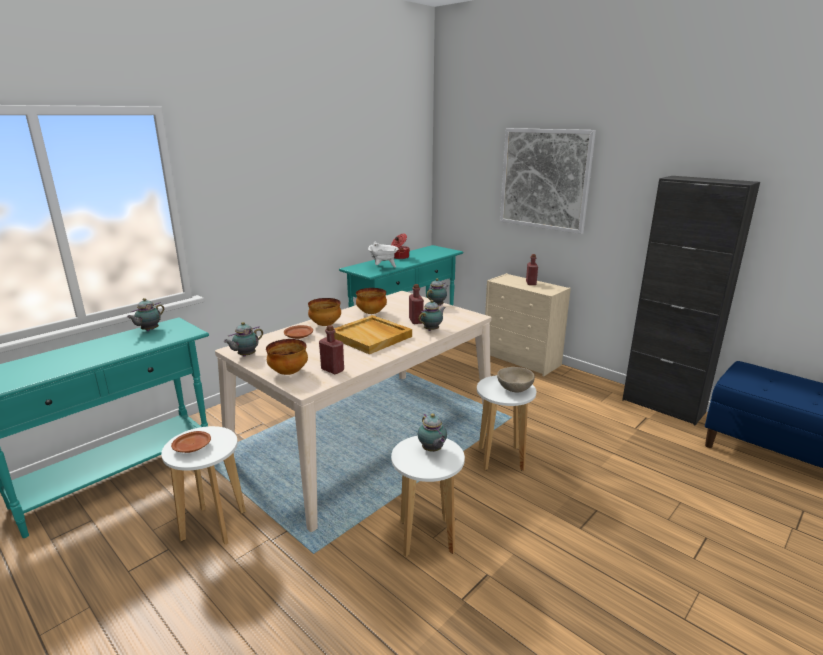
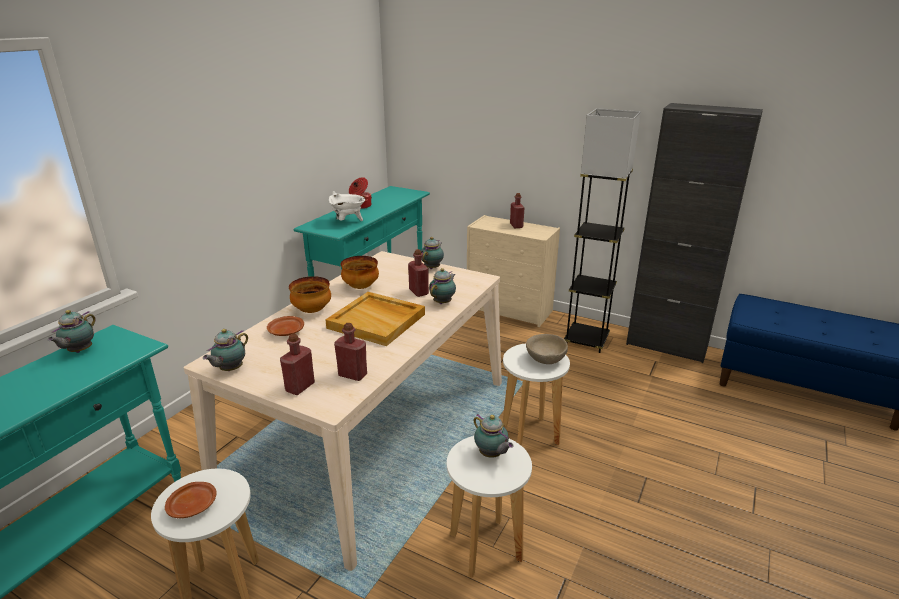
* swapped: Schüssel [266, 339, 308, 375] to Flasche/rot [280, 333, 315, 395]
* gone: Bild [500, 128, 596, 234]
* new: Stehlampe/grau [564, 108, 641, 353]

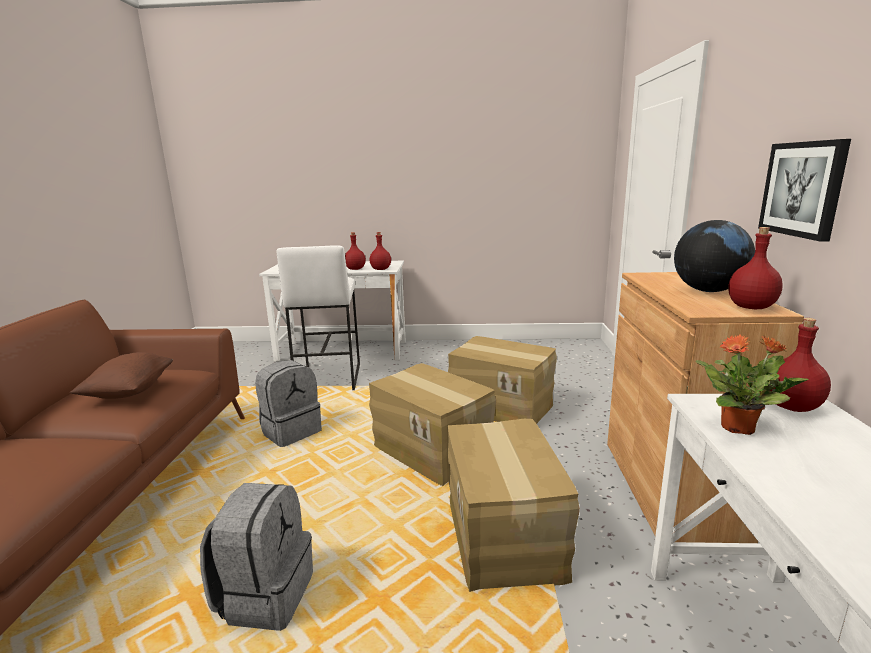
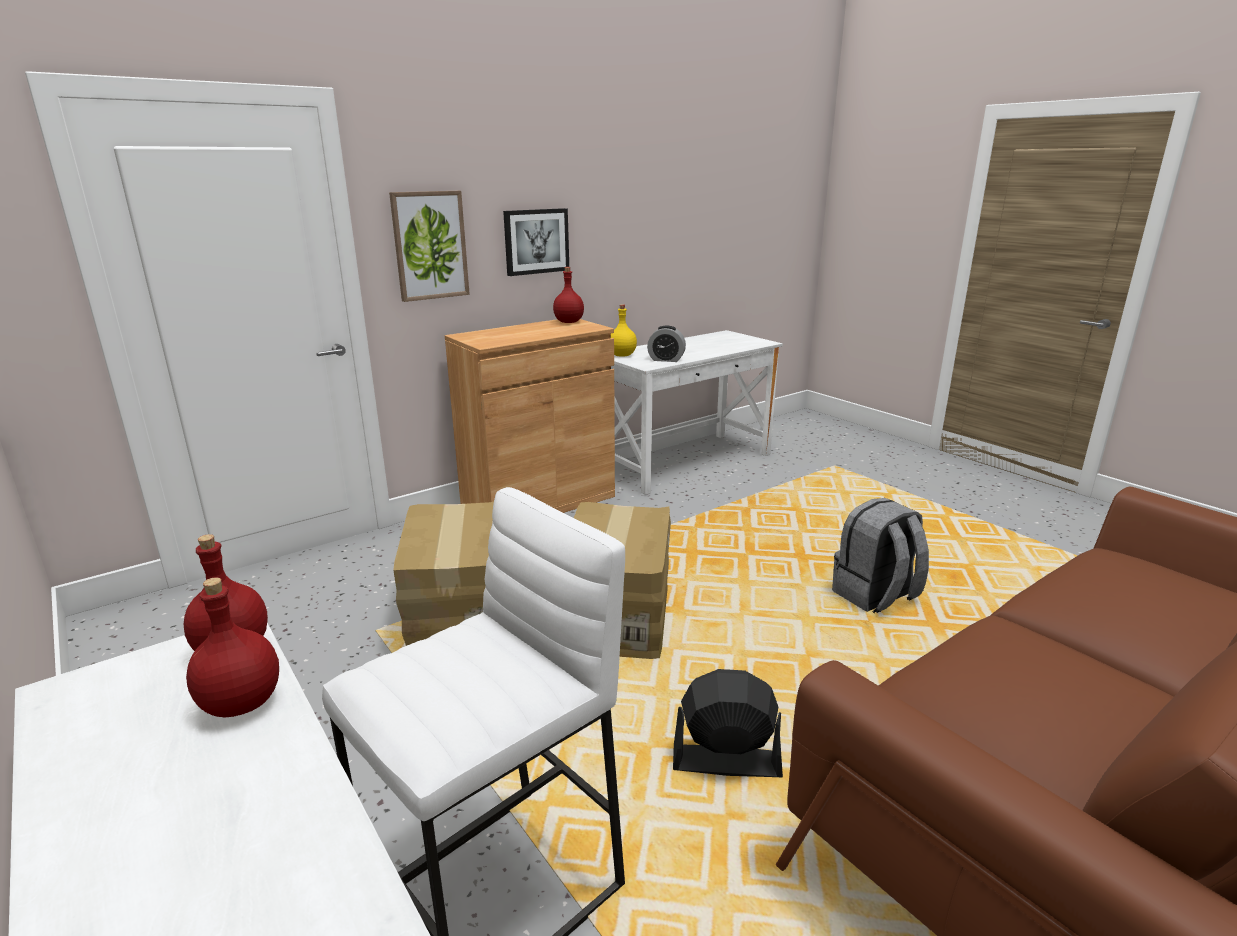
* gone: Kissen/braun [70, 352, 173, 399]
* swapped: Rucksack/grau [255, 360, 322, 447] to Ventilator/schwarz [673, 669, 783, 778]
* gone: Karton [447, 419, 580, 592]
* gone: Globus [674, 220, 755, 292]
* swapped: Topfpflanze [695, 334, 809, 435] to Wecker [647, 325, 686, 362]
* repainted: Flasche/rot [770, 318, 831, 412] to Flasche/gelb [611, 304, 637, 357]
* new: Bild [389, 191, 470, 302]

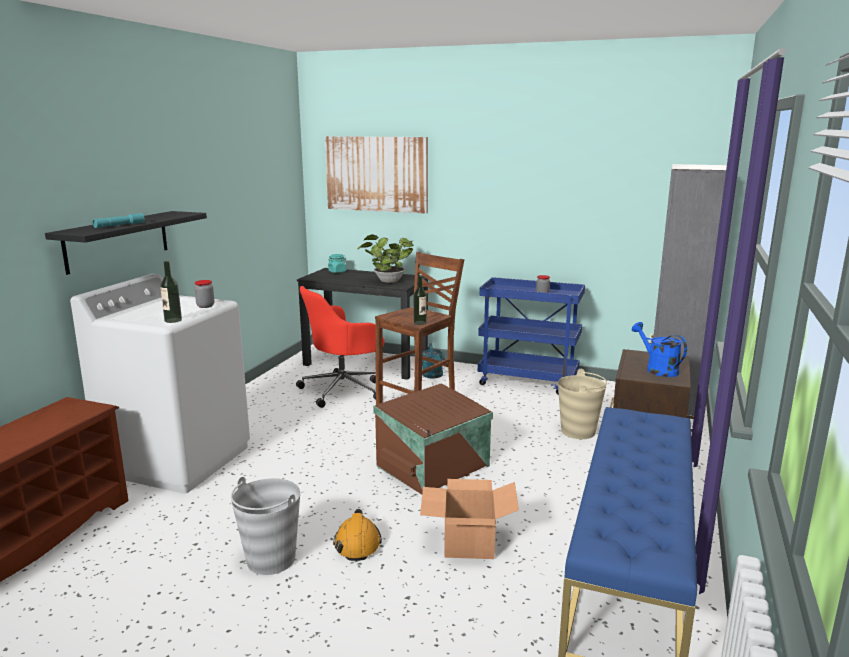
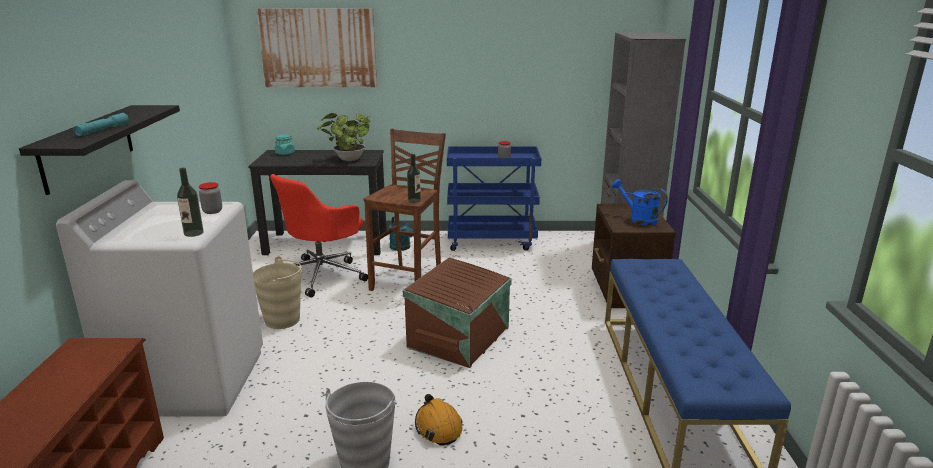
* gone: Karton [420, 479, 519, 559]
* shifted: Eimer/beige [558, 369, 607, 439] to [253, 256, 302, 329]

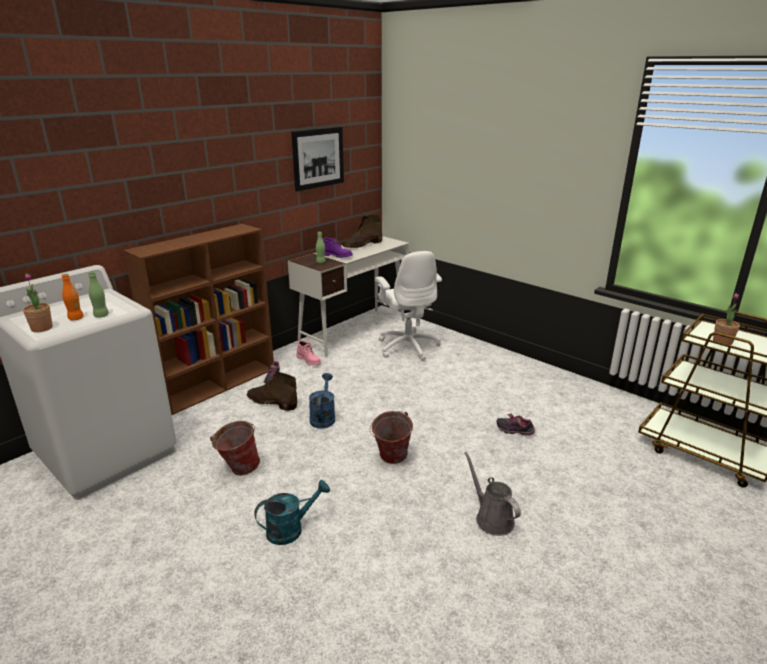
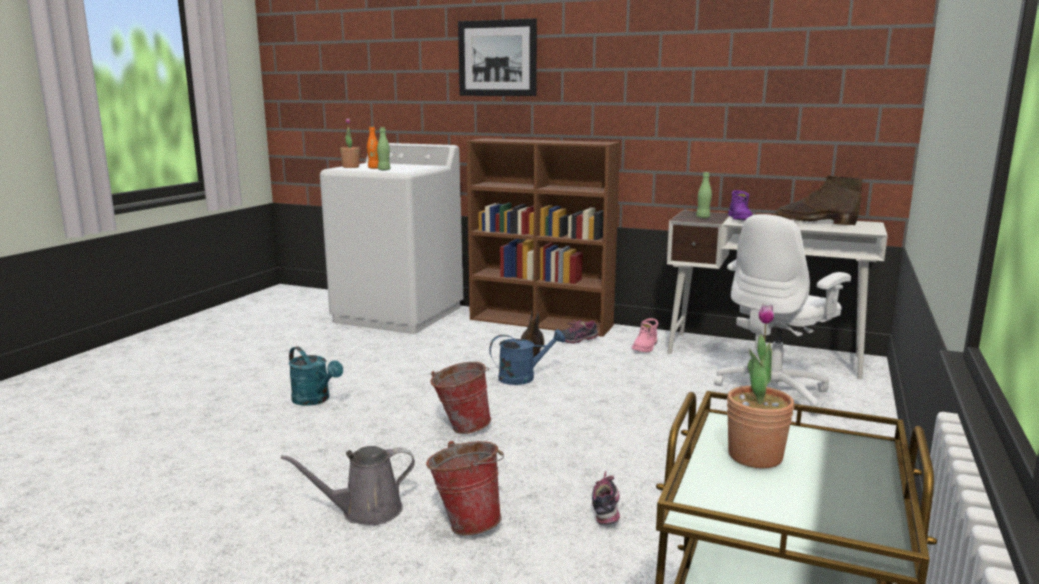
* shifted: Eimer [210, 421, 260, 476] to [426, 441, 504, 535]
* shifted: Bild [291, 127, 344, 191] to [458, 18, 537, 96]
* rotated: Gießkanne/grau [465, 452, 521, 536] = [281, 446, 415, 525] 150 degrees counterclockwise

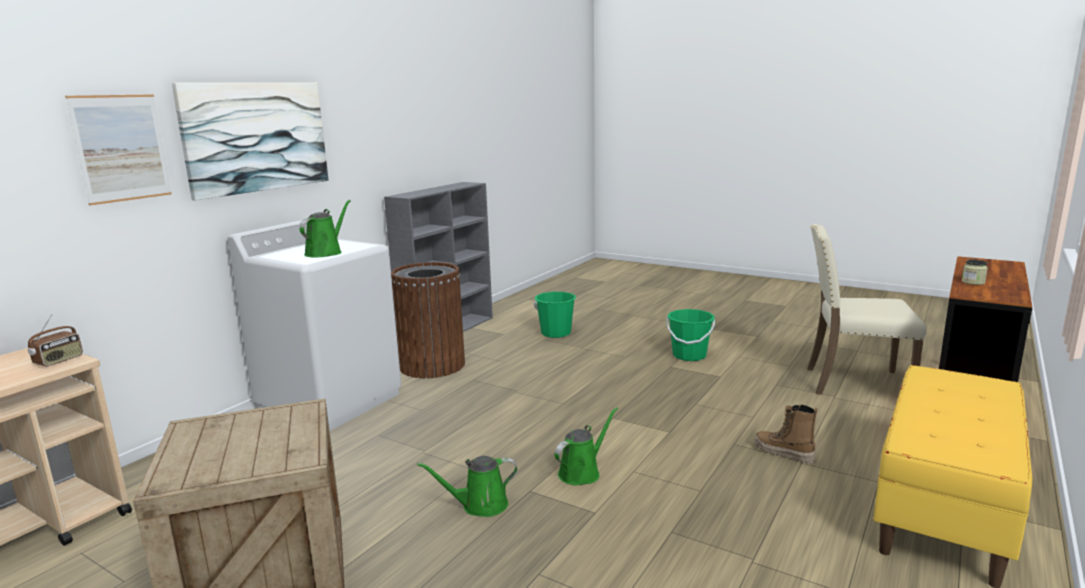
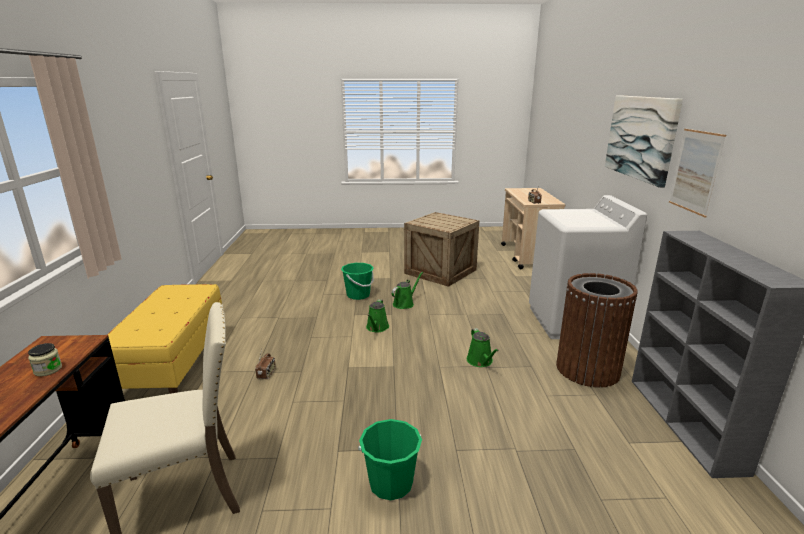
* shifted: Bild [65, 94, 172, 206] to [669, 129, 726, 218]
* shifted: Gießkanne/grün [299, 200, 351, 257] to [467, 328, 499, 367]
* shifted: Eimer/grün [534, 292, 576, 338] to [341, 263, 374, 300]
* swapped: Stiefel [754, 404, 818, 464] to Radio [255, 349, 276, 379]

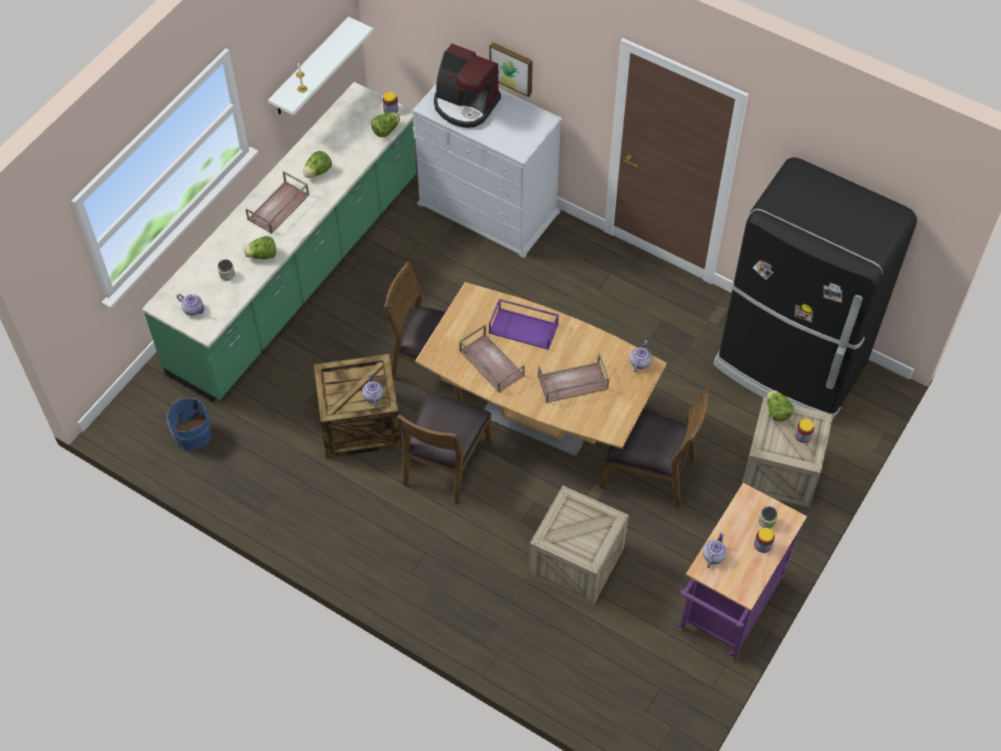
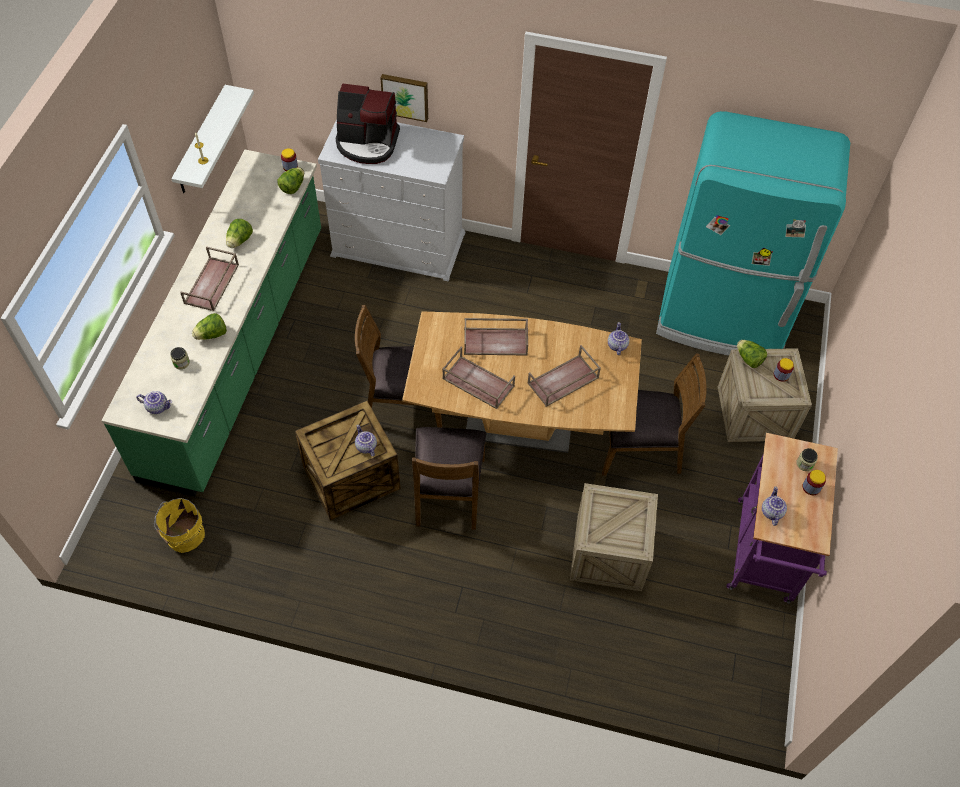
* repainted: Eimer/blau [167, 398, 212, 450] to Eimer/gelb [154, 498, 205, 553]
* repainted: Tablett/lila [489, 299, 559, 350] to Tablett/braun [464, 318, 528, 356]
* repainted: Kühlschrank/schwarz [713, 158, 917, 420] to Kühlschrank/türkis [656, 111, 850, 356]

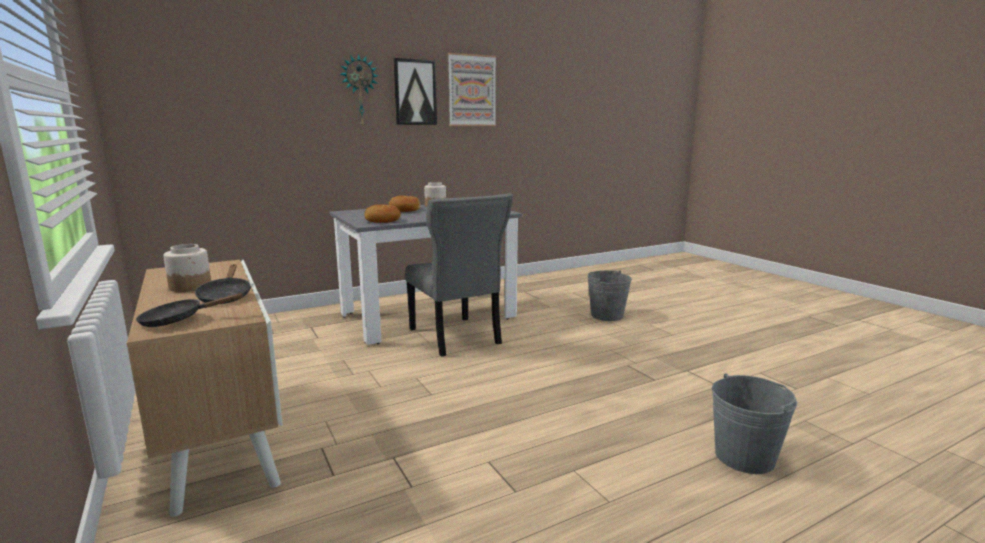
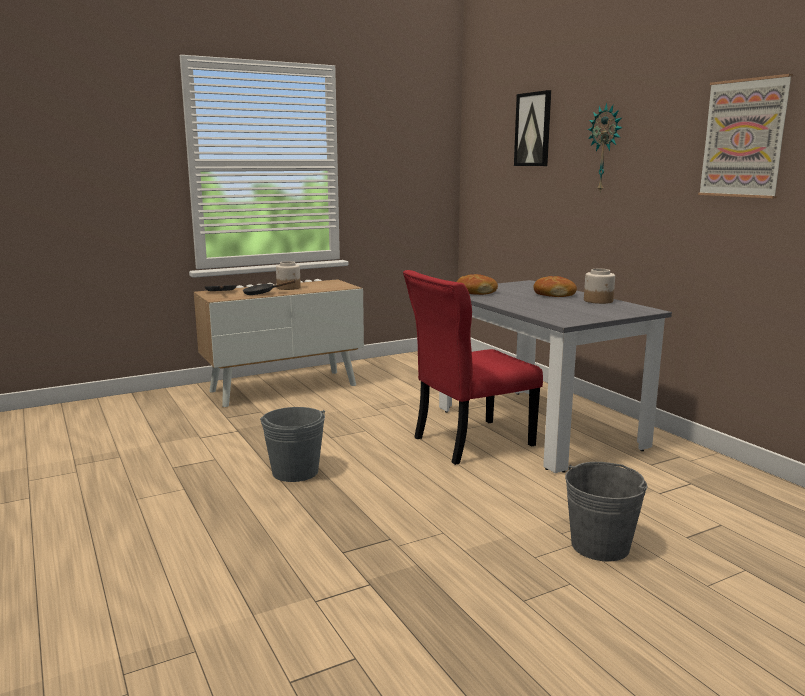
* shifted: Bild [393, 58, 437, 125] to [514, 90, 551, 166]
* repainted: Stuhl/grau [405, 193, 513, 357] to Stuhl/rot [403, 270, 543, 465]
* shifted: Eimer/grau [712, 374, 797, 474] to [260, 407, 325, 482]

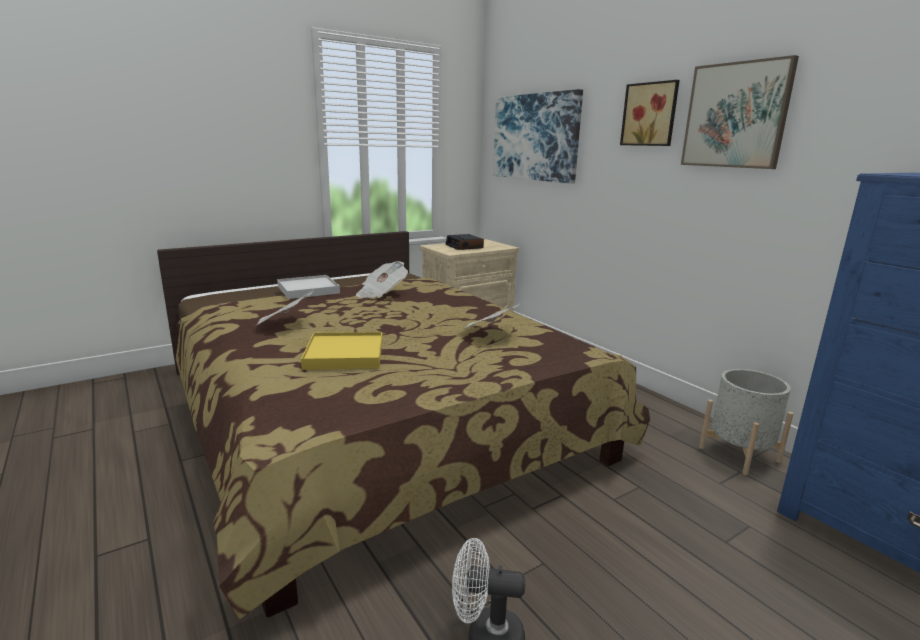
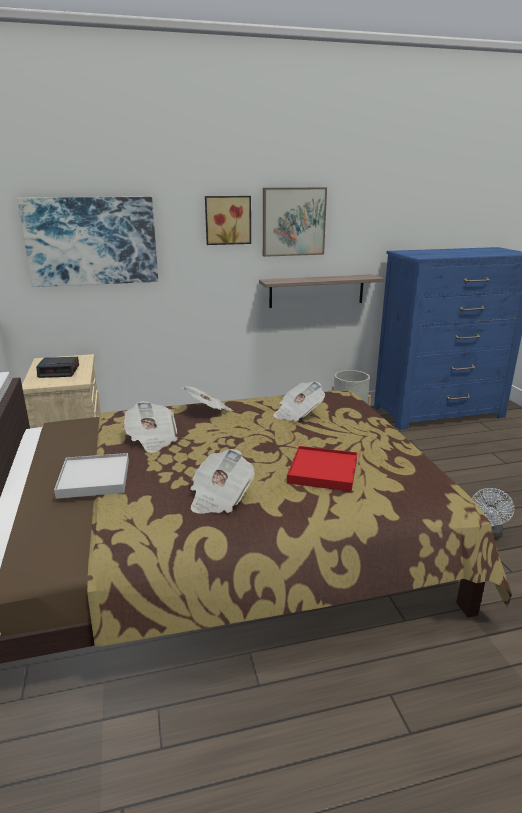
* repainted: Tablett/gelb [301, 332, 382, 370] to Tablett/rot [287, 446, 357, 492]
* new: Zeitung [181, 386, 233, 411]
* new: Wandregal [259, 274, 384, 308]

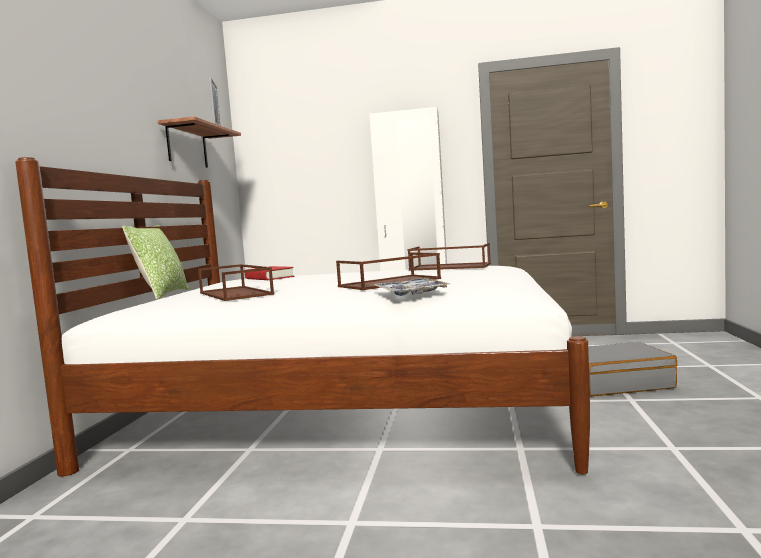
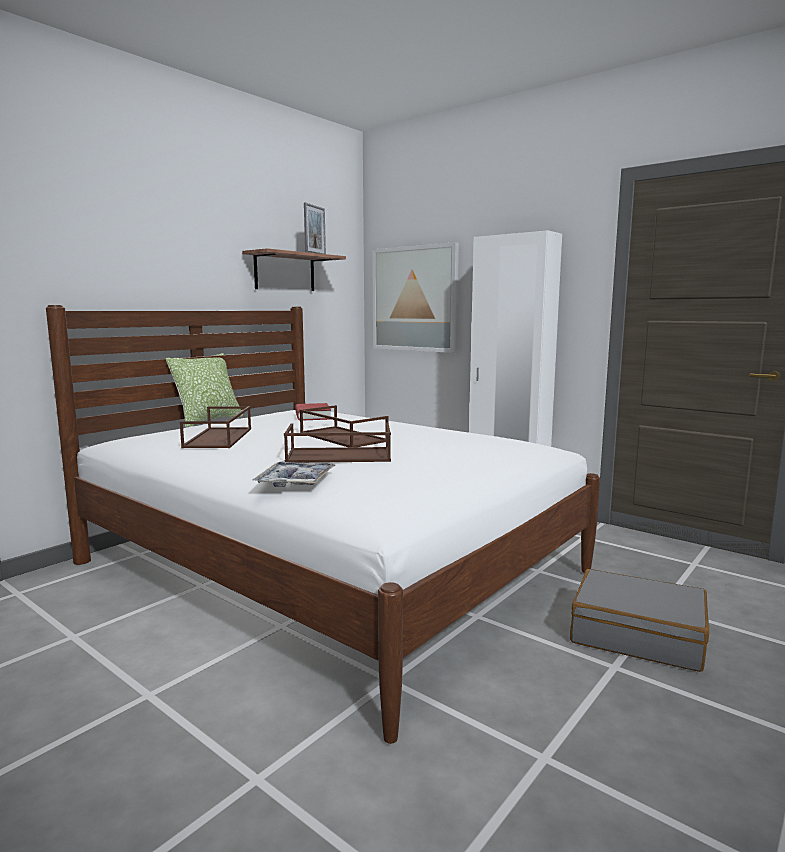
* shifted: Tablett/braun [407, 243, 491, 271] to [300, 405, 389, 447]
* new: Bild [372, 242, 459, 353]

